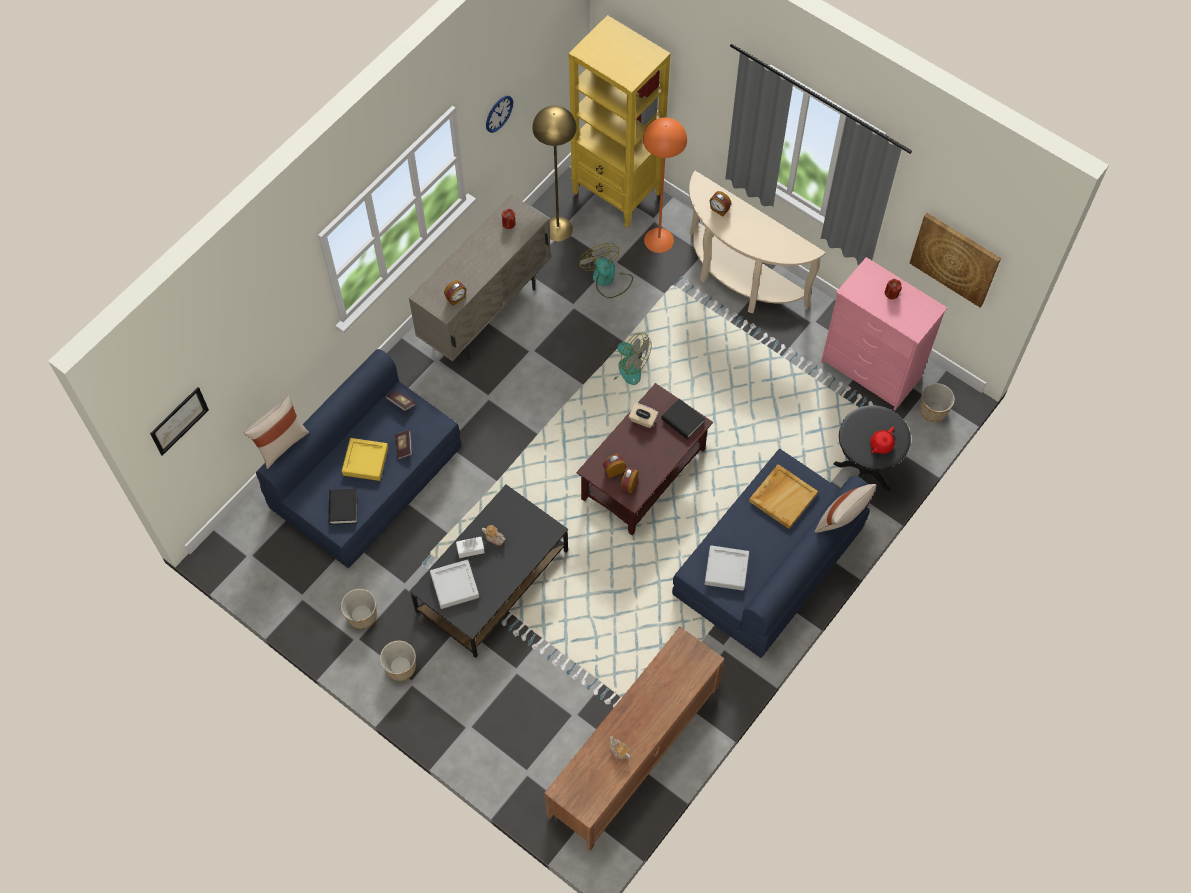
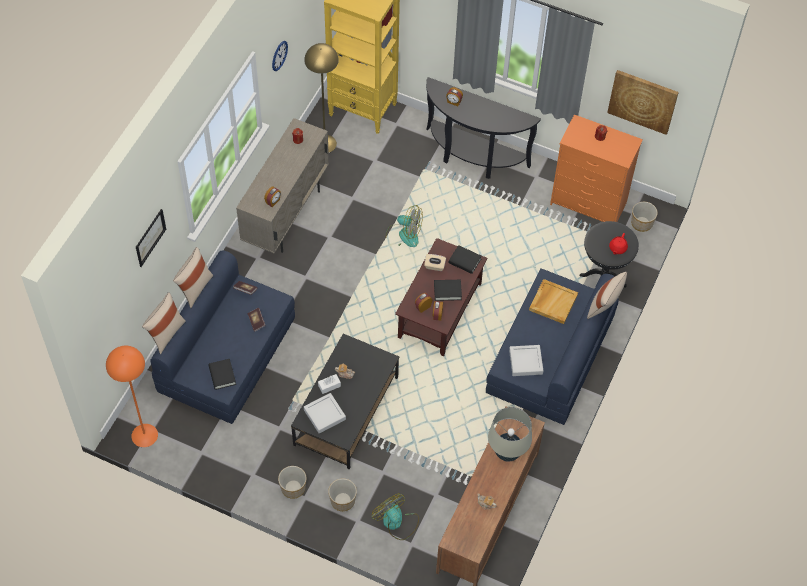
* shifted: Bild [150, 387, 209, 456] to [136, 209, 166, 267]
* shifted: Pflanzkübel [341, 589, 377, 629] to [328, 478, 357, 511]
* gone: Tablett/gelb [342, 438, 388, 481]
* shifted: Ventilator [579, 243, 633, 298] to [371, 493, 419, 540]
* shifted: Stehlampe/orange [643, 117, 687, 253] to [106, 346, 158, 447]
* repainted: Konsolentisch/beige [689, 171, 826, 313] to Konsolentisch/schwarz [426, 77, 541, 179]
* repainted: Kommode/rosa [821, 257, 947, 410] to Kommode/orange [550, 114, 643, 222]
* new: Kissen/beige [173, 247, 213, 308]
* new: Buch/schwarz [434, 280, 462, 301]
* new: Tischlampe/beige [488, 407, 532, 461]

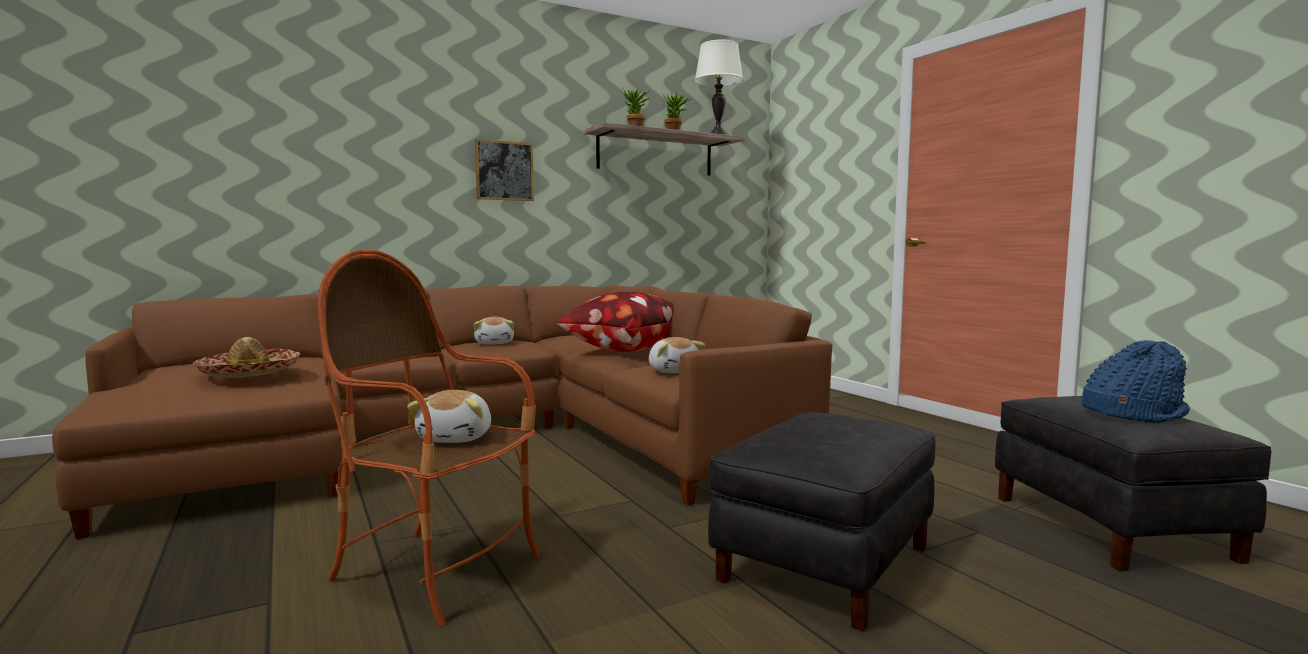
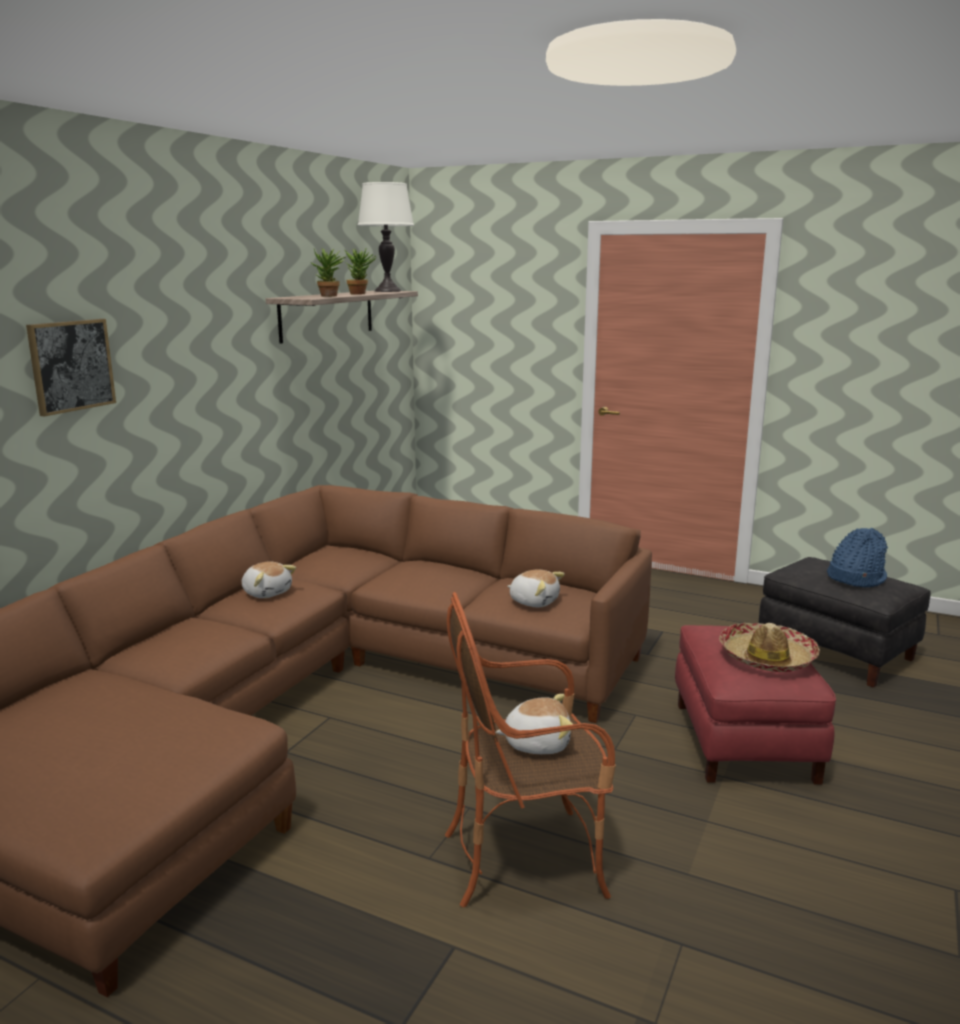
* shifted: Hut [193, 337, 301, 378] to [719, 623, 820, 672]
* rotated: Plüschtier [407, 390, 491, 443] = [495, 694, 573, 754] 60 degrees counterclockwise
* shifted: Bild [475, 139, 534, 201] to [26, 319, 116, 417]
* gone: Kissen [556, 292, 674, 352]
* repainted: Polsterhocker/schwarz [708, 412, 936, 631] to Polsterhocker/rot [675, 625, 836, 785]

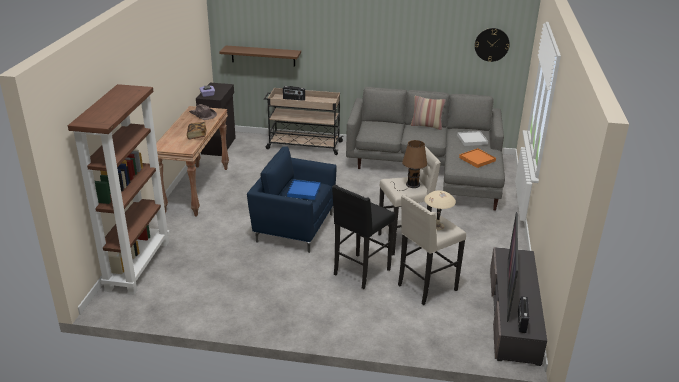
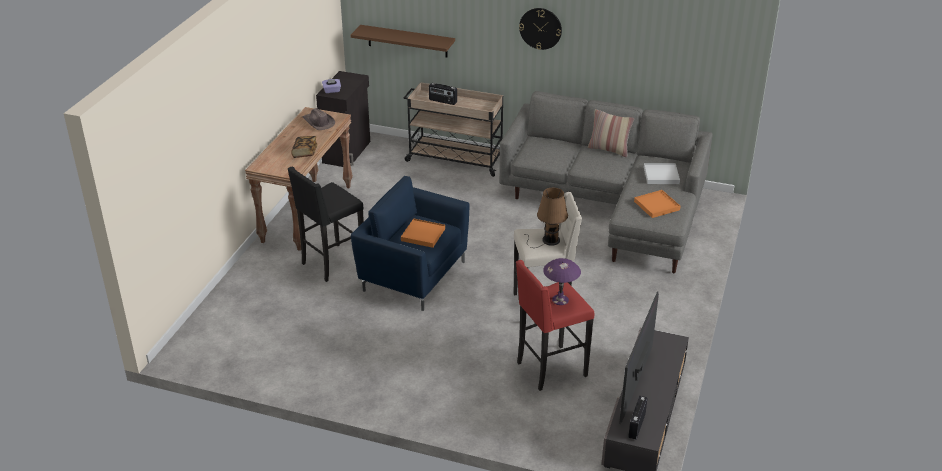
* gone: Bücherregal/braun [68, 84, 170, 295]
* repainted: Tablett/blau [287, 180, 320, 200] to Tablett/orange [401, 219, 445, 248]
* shifted: Hocker/schwarz [332, 185, 395, 289] to [288, 167, 364, 282]
* repainted: Hocker/beige [398, 194, 466, 305] to Hocker/rot [516, 260, 594, 391]
* repainted: Tischlampe/beige [424, 190, 456, 230] to Tischlampe/lila [543, 258, 581, 305]
* shifted: Wanduhr [475, 28, 510, 62] to [519, 8, 562, 50]

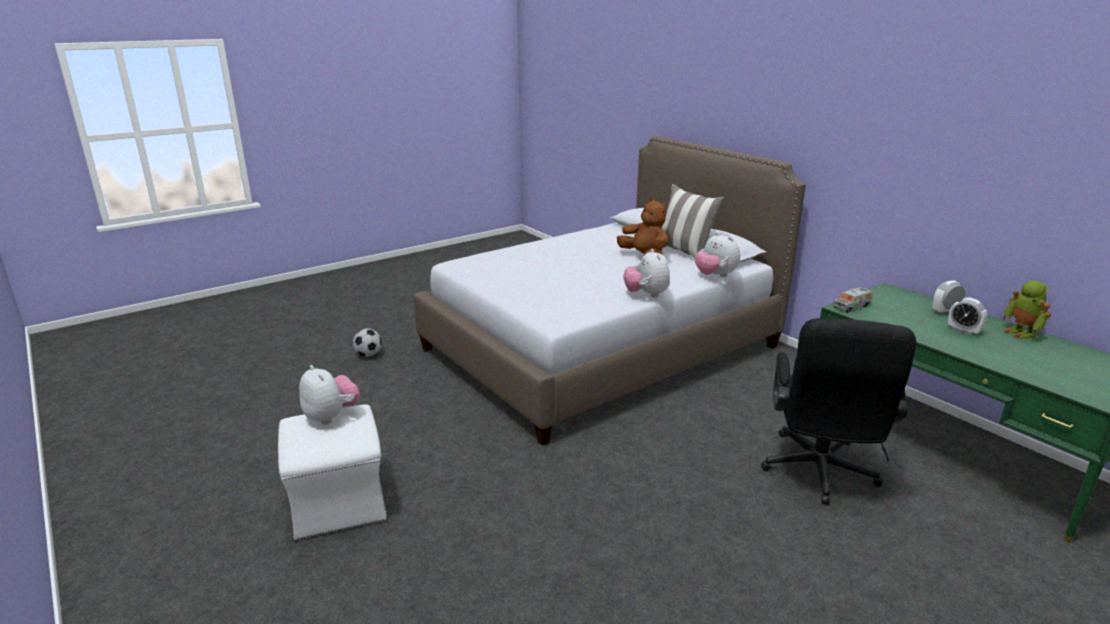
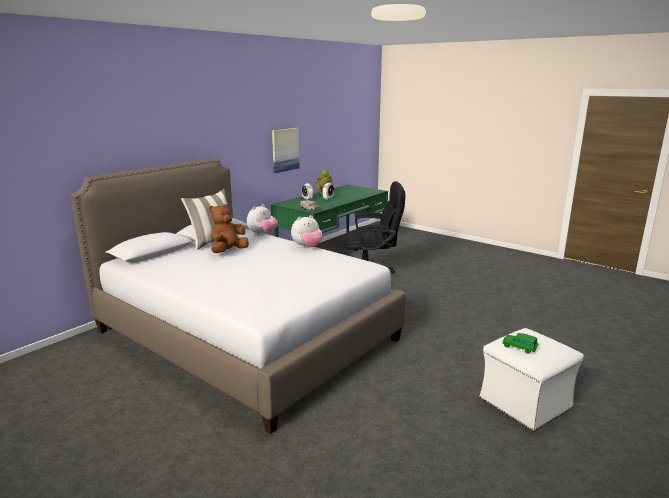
* swapped: Plüschtier [299, 365, 360, 425] to Spielzeugauto/grün [503, 333, 538, 354]
* gone: Fußball [353, 328, 382, 357]
* new: Bild [272, 128, 299, 173]

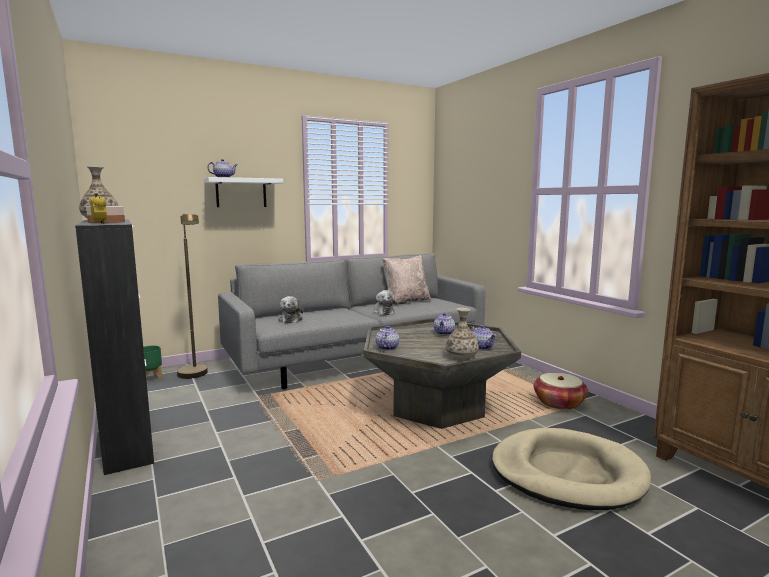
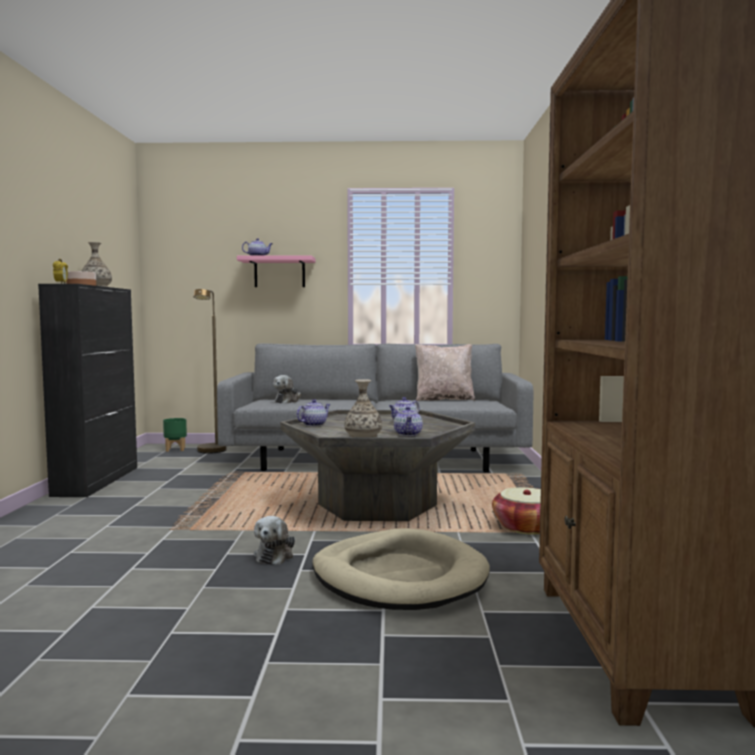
* repainted: Wandregal/weiß [204, 177, 283, 207] to Wandregal/rosa [237, 255, 316, 287]
* shifted: Plüschtier [373, 290, 396, 315] to [254, 516, 295, 565]

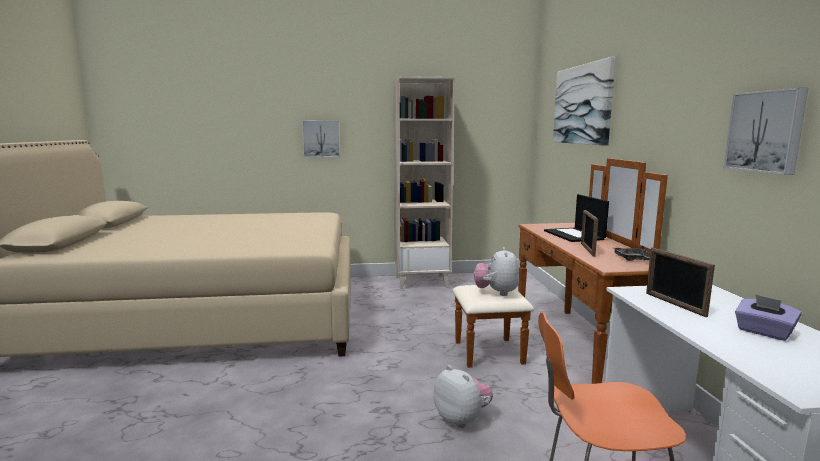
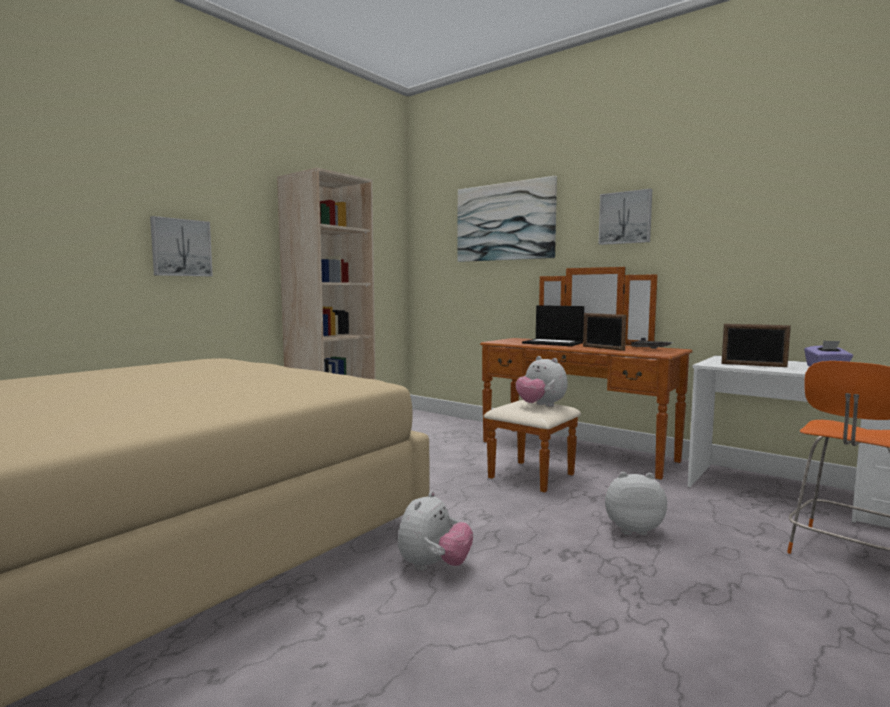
* shifted: Bild [723, 88, 808, 175] to [599, 189, 652, 245]
* new: Plüschtier [398, 491, 473, 571]

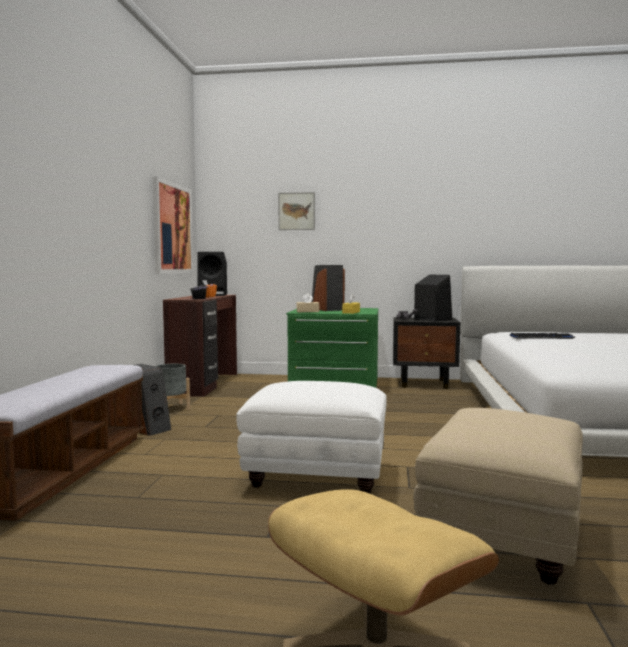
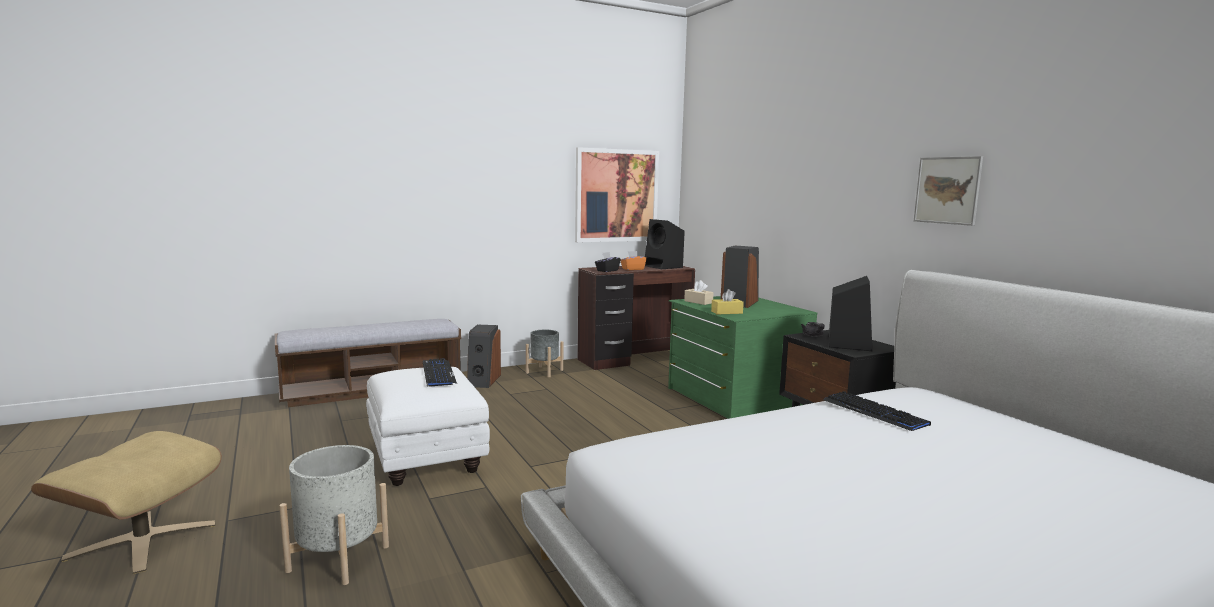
* shifted: Bild [278, 192, 315, 230] to [914, 156, 983, 226]
* swapped: Polsterhocker/beige [413, 408, 583, 585] to Pflanzkübel/grau [279, 445, 389, 585]
* new: Tastatur [423, 358, 457, 387]

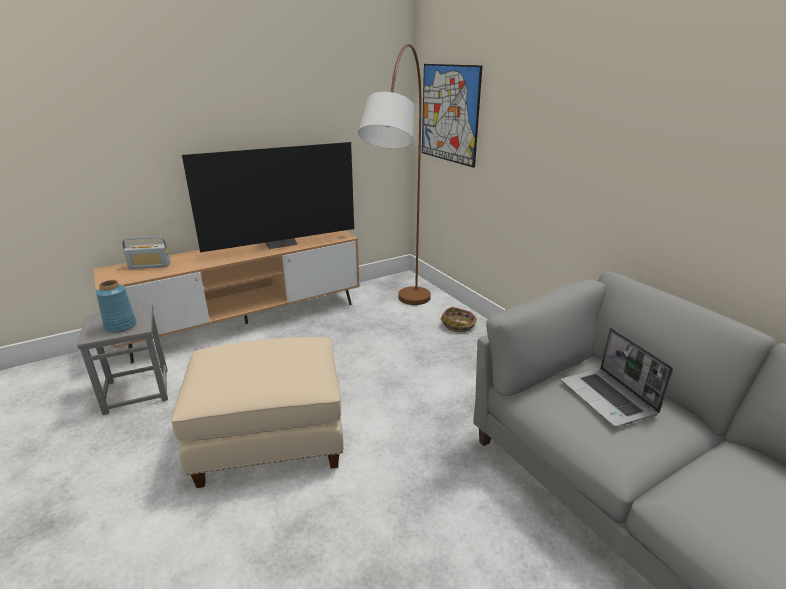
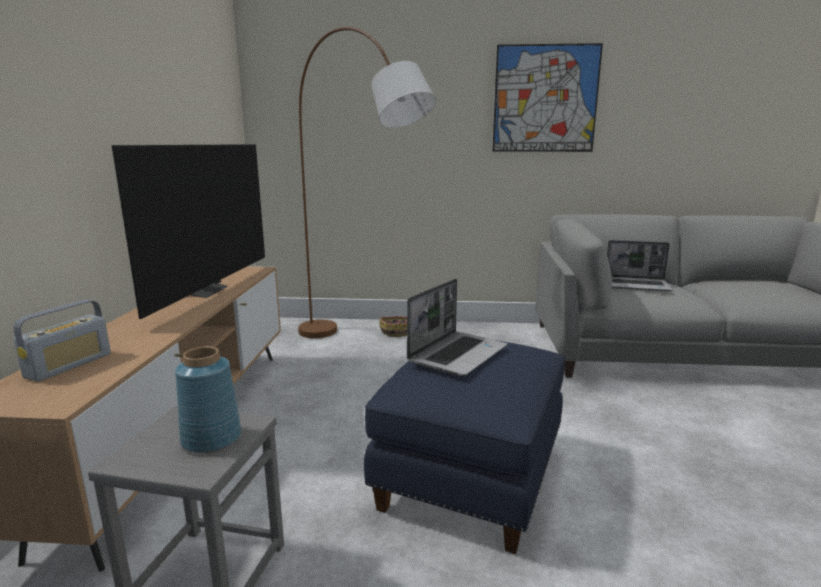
* repainted: Polsterhocker/beige [171, 337, 344, 488] to Polsterhocker/blau [364, 340, 565, 554]
* shifted: Bild [422, 64, 483, 168] to [492, 43, 603, 152]
* new: Laptop [407, 278, 507, 376]

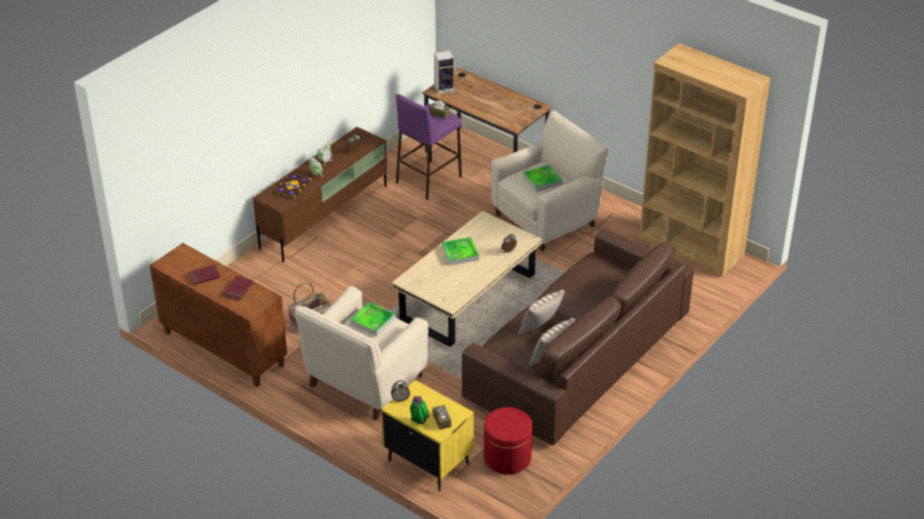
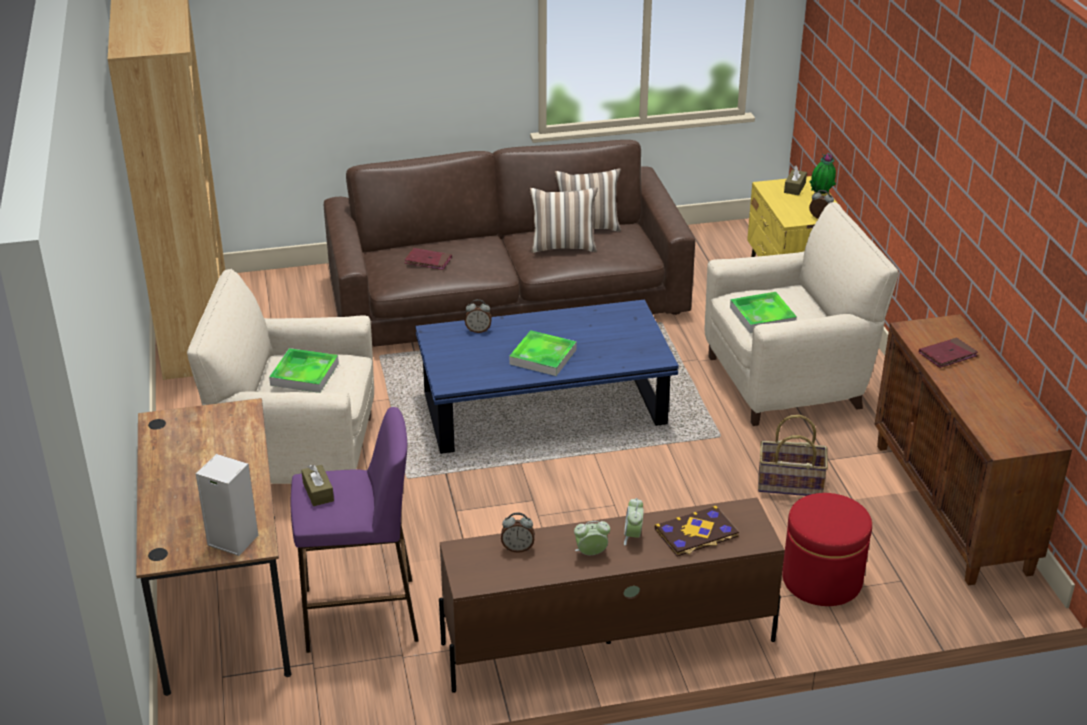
* shifted: Buch/rot [187, 264, 221, 286] to [405, 248, 452, 270]
* repainted: Couchtisch/beige [392, 211, 542, 347] to Couchtisch/blau [415, 299, 679, 454]
* shifted: Polsterhocker/rot [484, 407, 533, 474] to [782, 493, 872, 606]

